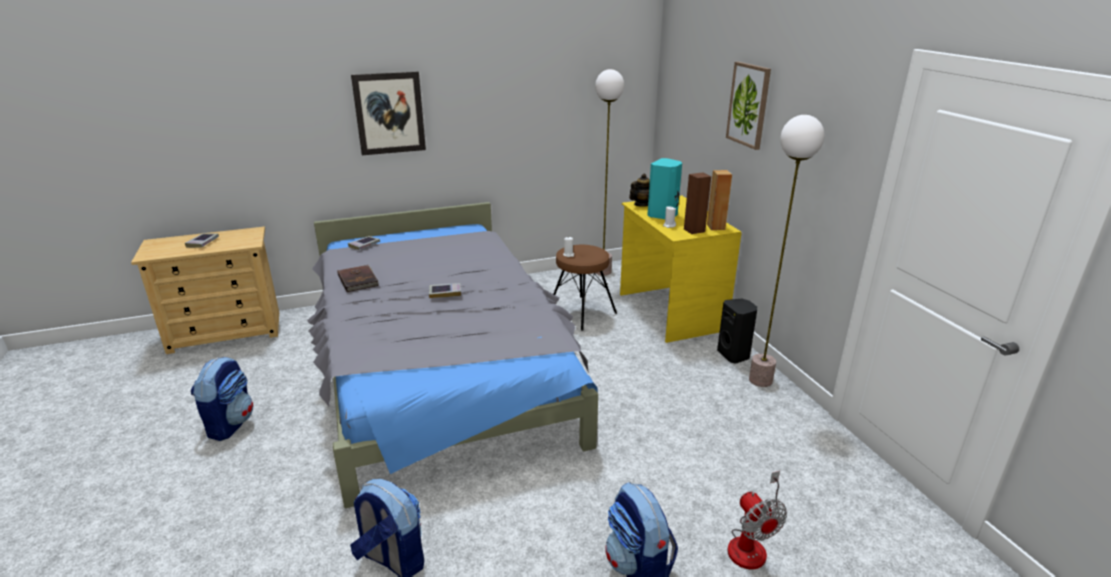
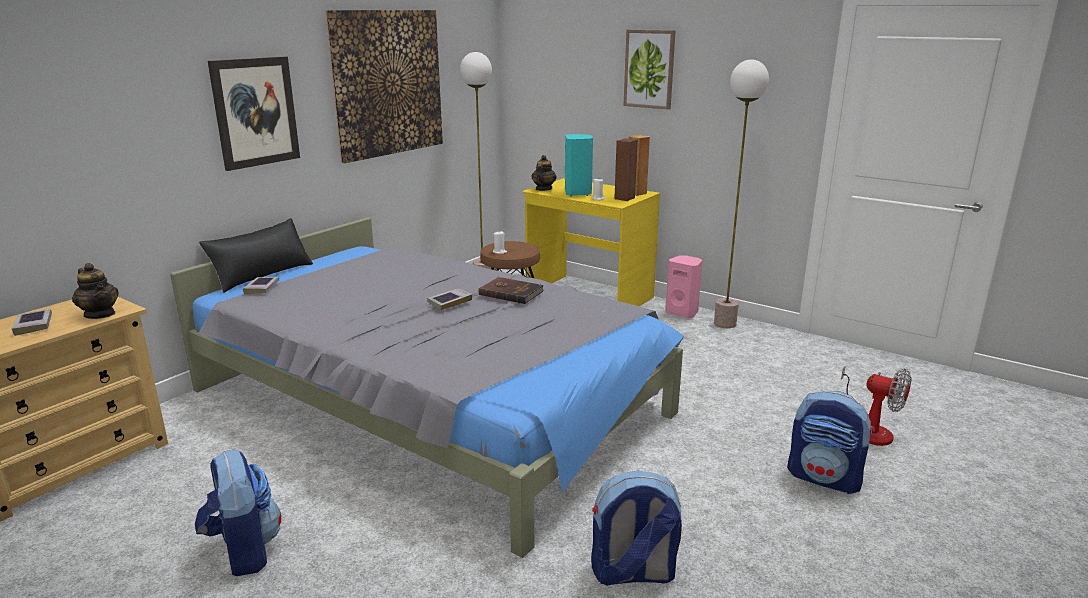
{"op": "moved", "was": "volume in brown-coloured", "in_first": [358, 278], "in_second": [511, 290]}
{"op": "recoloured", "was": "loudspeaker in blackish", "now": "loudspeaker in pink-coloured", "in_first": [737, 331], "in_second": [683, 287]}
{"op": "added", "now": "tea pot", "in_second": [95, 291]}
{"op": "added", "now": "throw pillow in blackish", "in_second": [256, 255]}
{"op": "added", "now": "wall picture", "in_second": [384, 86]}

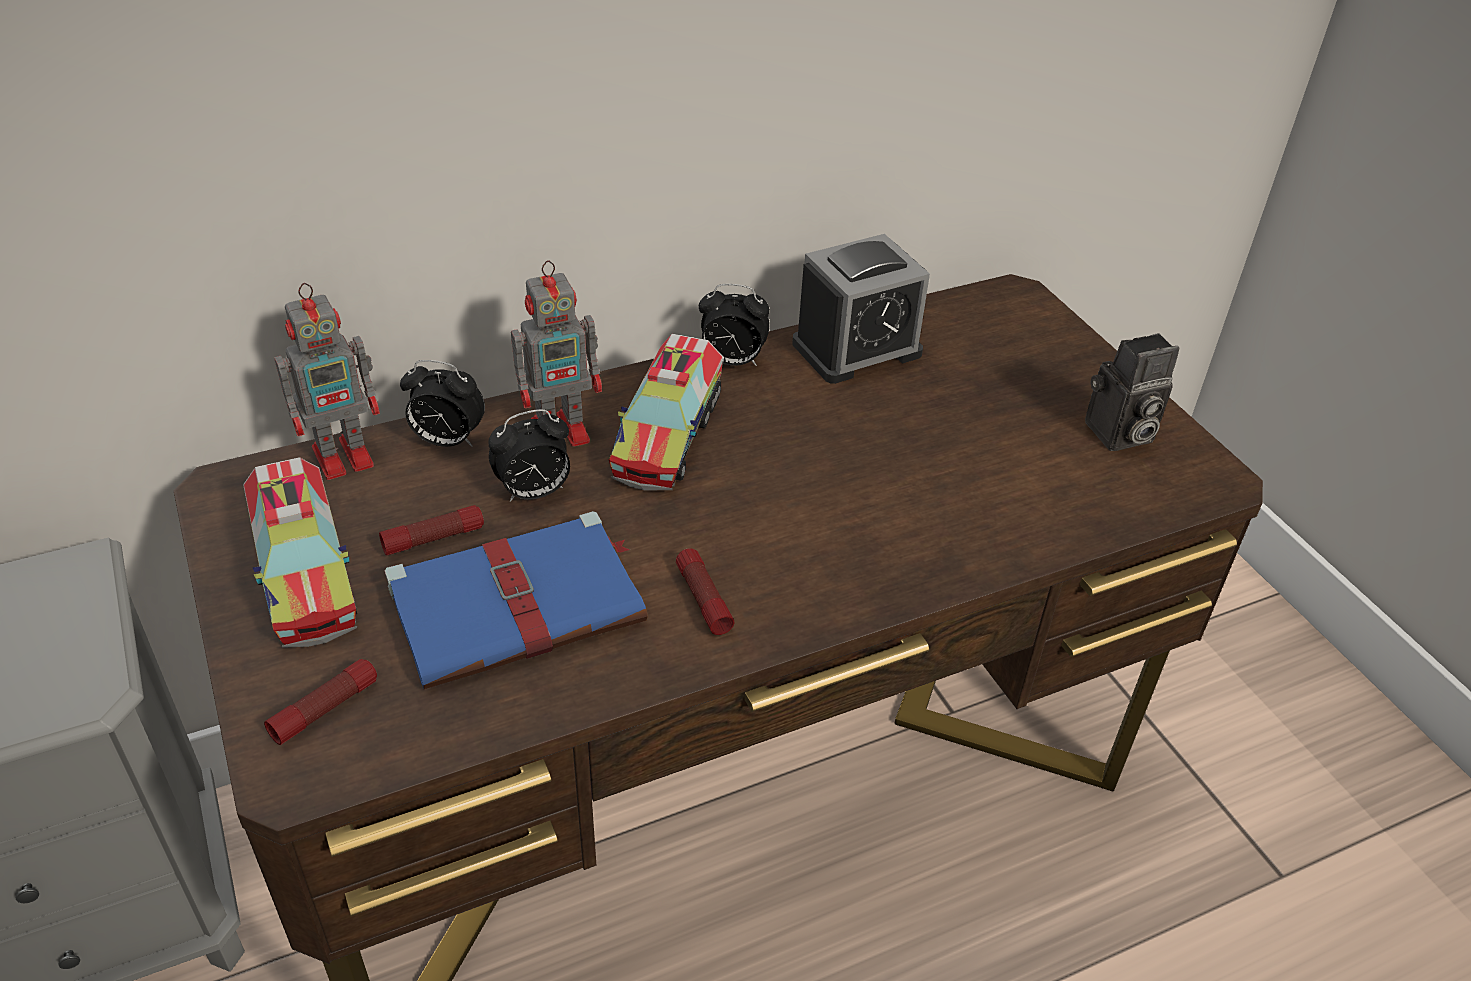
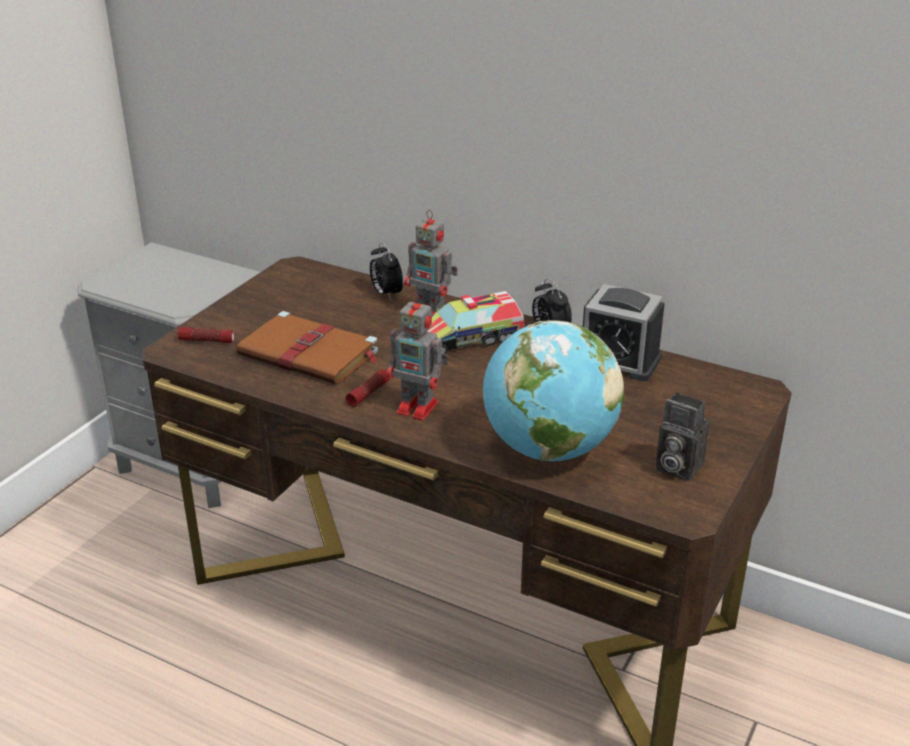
{"op": "removed", "was": "toy truck", "in_first": [300, 552]}
{"op": "moved", "was": "toy robot", "in_first": [327, 381], "in_second": [418, 357]}
{"op": "removed", "was": "flashlight", "in_first": [431, 530]}
{"op": "recoloured", "was": "volume in blue", "now": "volume in brown-coloured", "in_first": [516, 600], "in_second": [308, 347]}
{"op": "removed", "was": "alarm clock", "in_first": [529, 455]}
{"op": "added", "now": "desk globe", "in_second": [553, 390]}

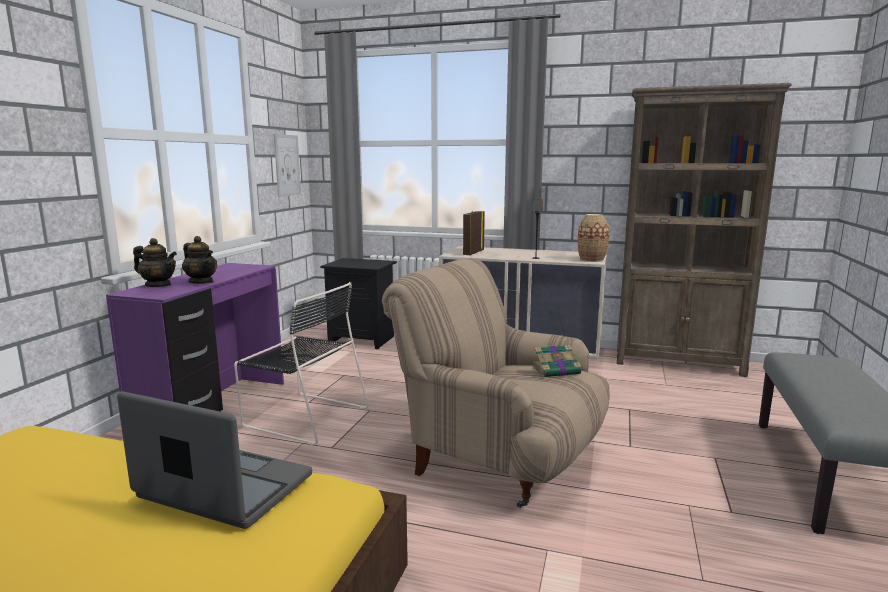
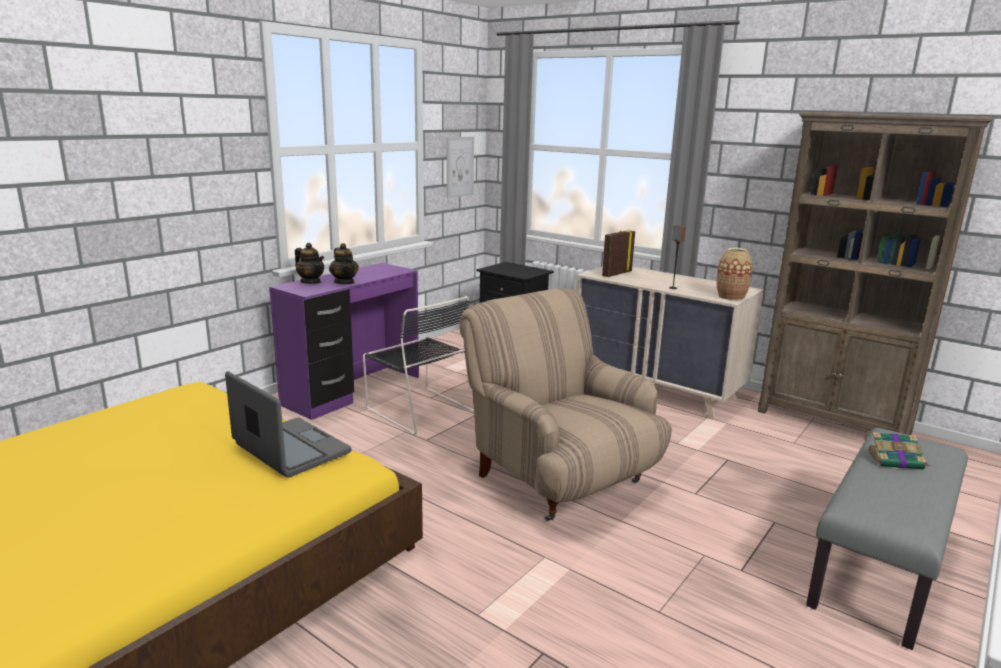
{"op": "moved", "was": "volume", "in_first": [558, 361], "in_second": [898, 451]}

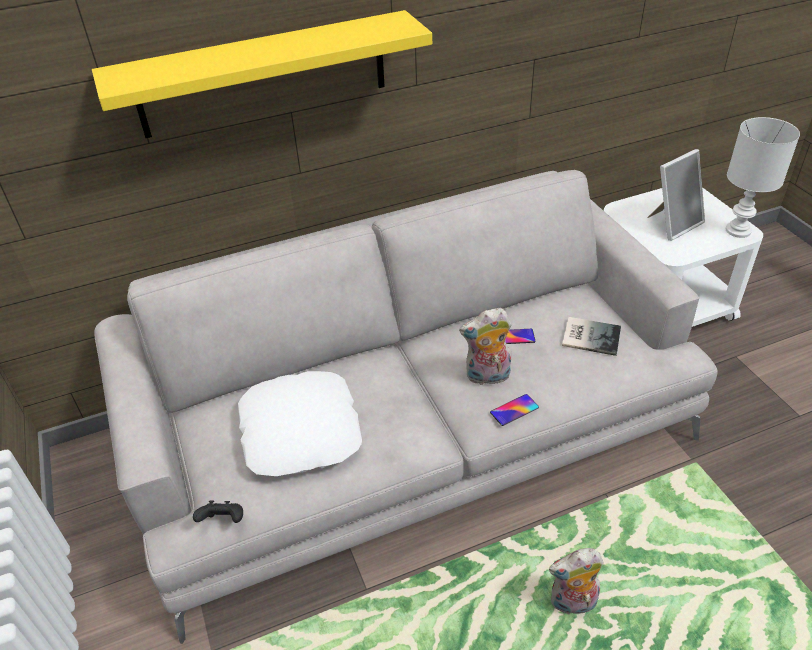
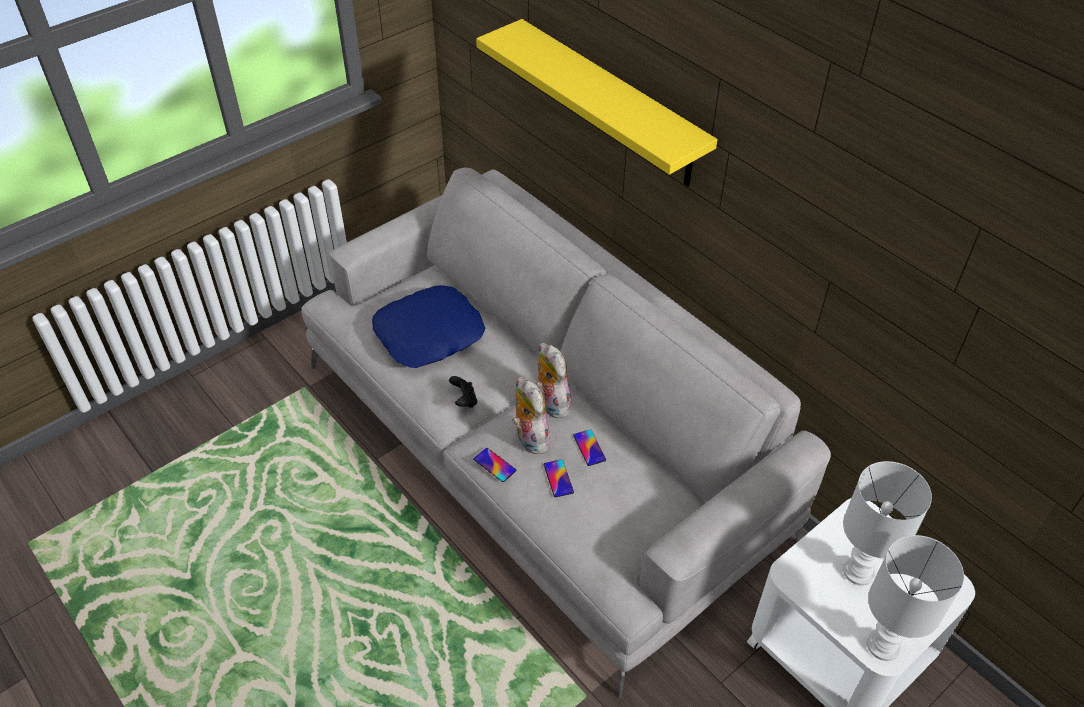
{"op": "moved", "was": "game controller in blackish", "in_first": [218, 512], "in_second": [463, 392]}
{"op": "recoloured", "was": "throw pillow in white-coloured", "now": "throw pillow in blue", "in_first": [300, 423], "in_second": [429, 326]}
{"op": "moved", "was": "cuddly toy", "in_first": [576, 581], "in_second": [553, 380]}
{"op": "removed", "was": "volume", "in_first": [591, 336]}
{"op": "replaced", "was": "standing frame", "now": "tabletop lamp in white-coloured", "in_first": [676, 195], "in_second": [887, 523]}
{"op": "added", "now": "telephone", "in_second": [559, 478]}

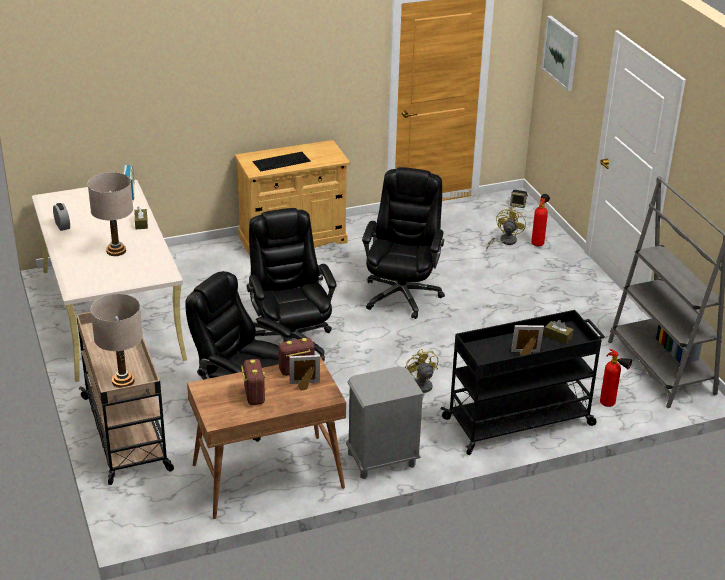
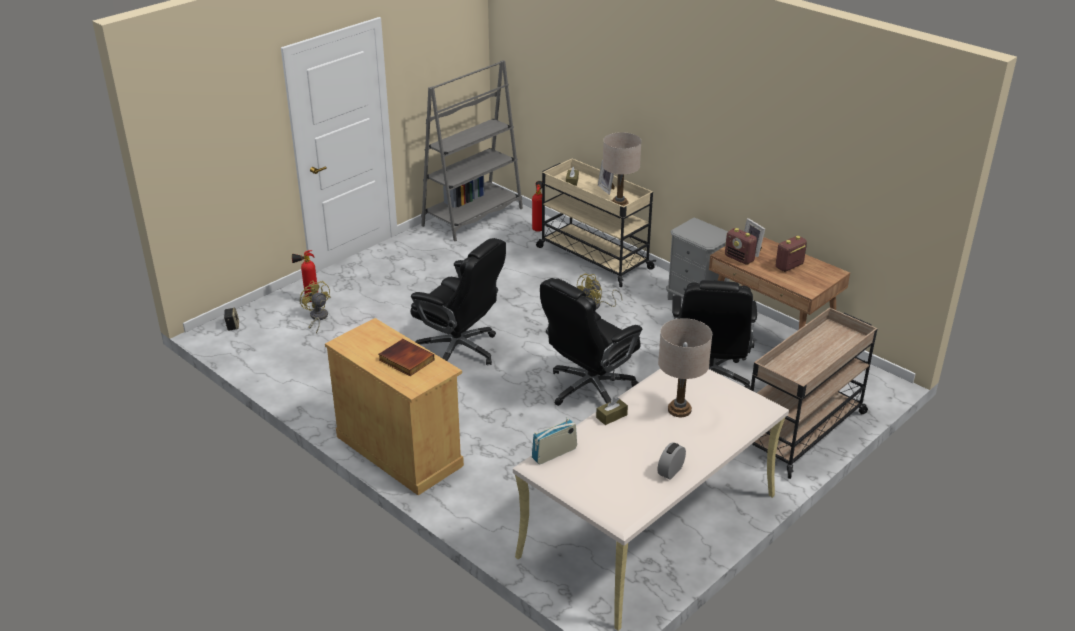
{"op": "moved", "was": "tabletop lamp in sand-coloured", "in_first": [117, 341], "in_second": [622, 169]}
{"op": "replaced", "was": "keyboard", "now": "volume", "in_first": [281, 161], "in_second": [406, 357]}
{"op": "turned", "was": "computer chair in blackish", "in_first": [403, 243], "in_second": [458, 301], "clockwise": -135}
{"op": "recoloured", "was": "wheeled cart in blackish", "now": "wheeled cart in sand-coloured", "in_first": [523, 382], "in_second": [596, 222]}
{"op": "turned", "was": "cooling fan in yellow-coloured", "in_first": [506, 228], "in_second": [315, 307], "clockwise": 60}
{"op": "removed", "was": "wall picture", "in_first": [560, 53]}

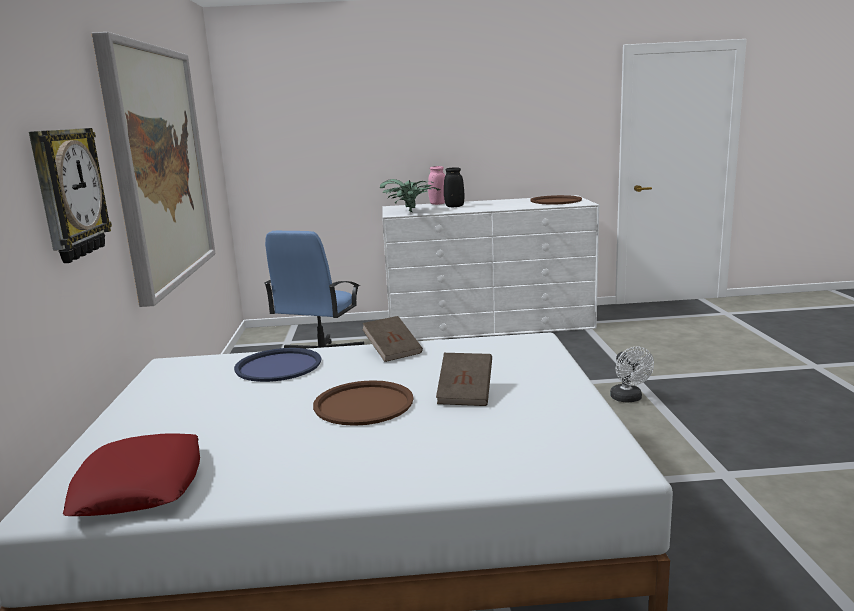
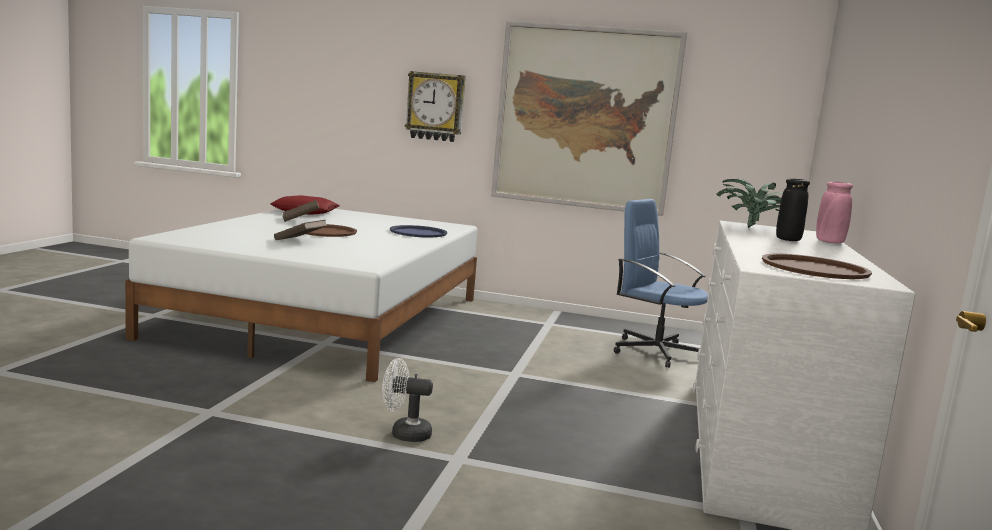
{"op": "moved", "was": "volume in brown-coloured", "in_first": [392, 339], "in_second": [301, 211]}

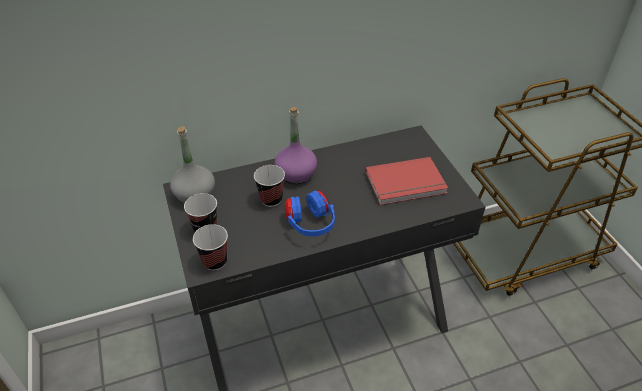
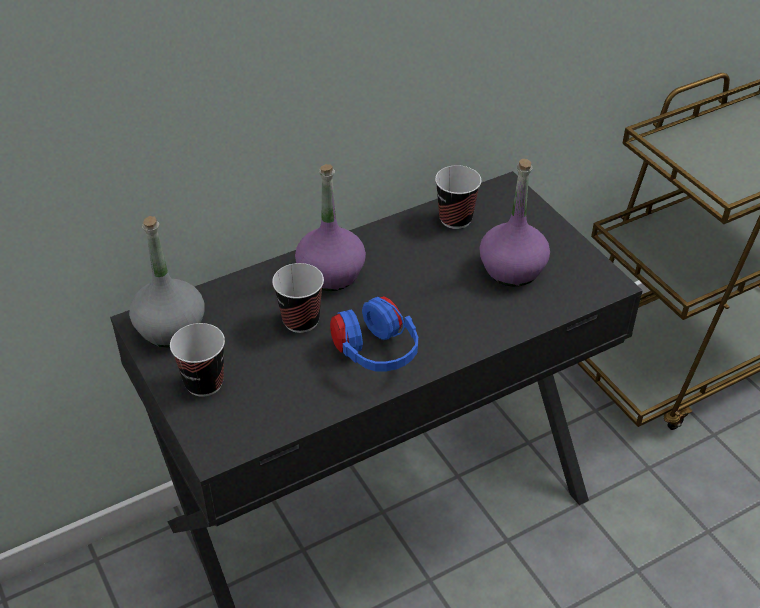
{"op": "moved", "was": "drinking cup", "in_first": [210, 247], "in_second": [458, 197]}
{"op": "replaced", "was": "volume in red", "now": "bottle in purple-coloured", "in_first": [406, 181], "in_second": [514, 222]}

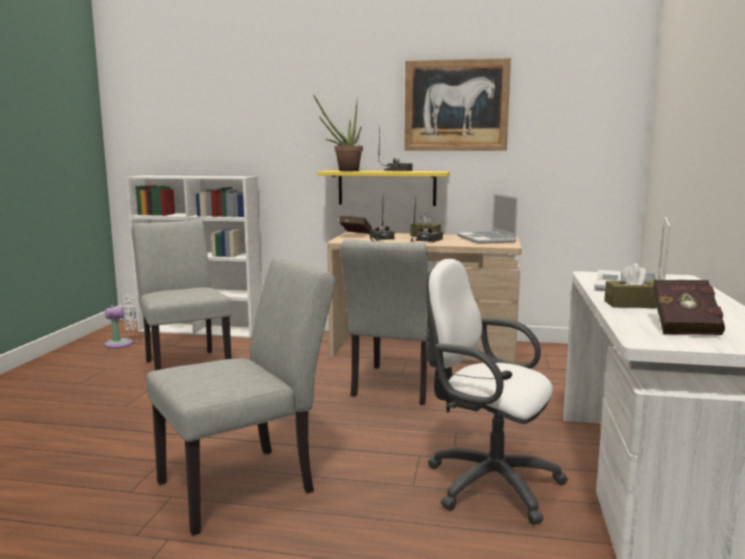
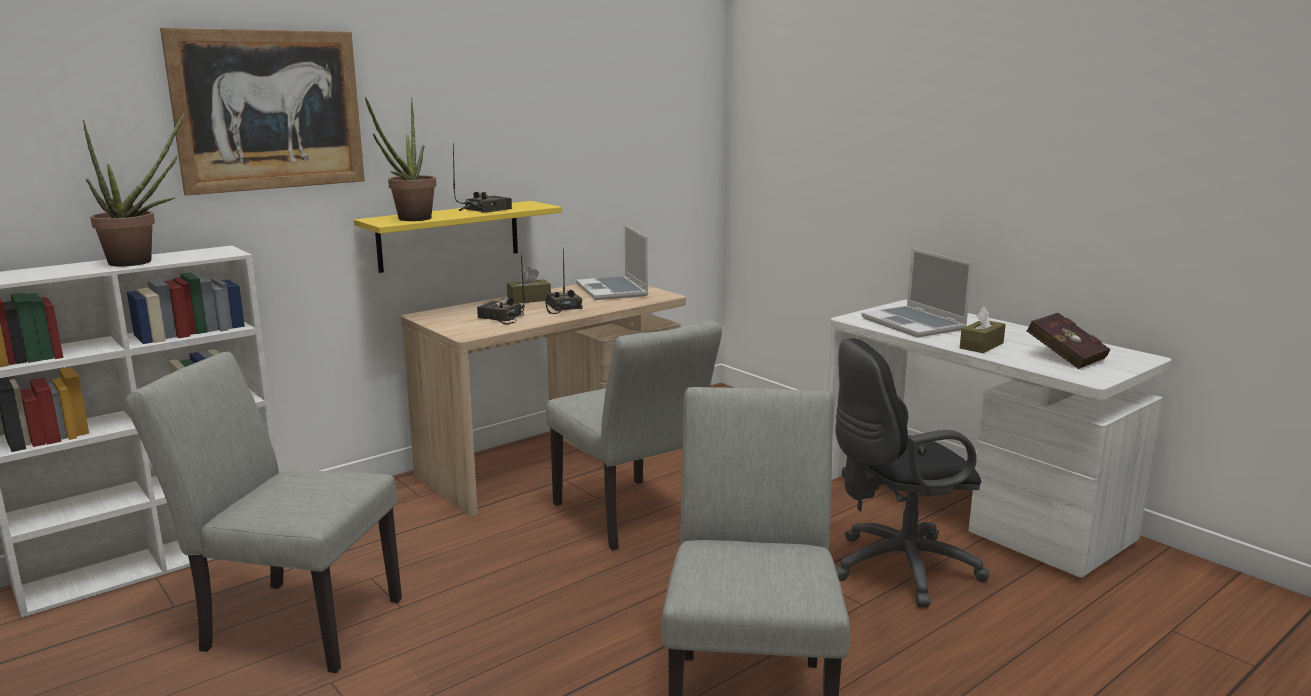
{"op": "removed", "was": "cooling fan in white-coloured", "in_first": [120, 321]}
{"op": "removed", "was": "volume in red", "in_first": [355, 225]}
{"op": "moved", "was": "wall picture", "in_first": [457, 104], "in_second": [262, 112]}
{"op": "recoloured", "was": "computer chair in white-coloured", "now": "computer chair in blackish", "in_first": [497, 392], "in_second": [912, 472]}
{"op": "turned", "was": "portable computer", "in_first": [487, 219], "in_second": [612, 262], "clockwise": 45}
{"op": "added", "now": "potted plant", "in_second": [134, 190]}

